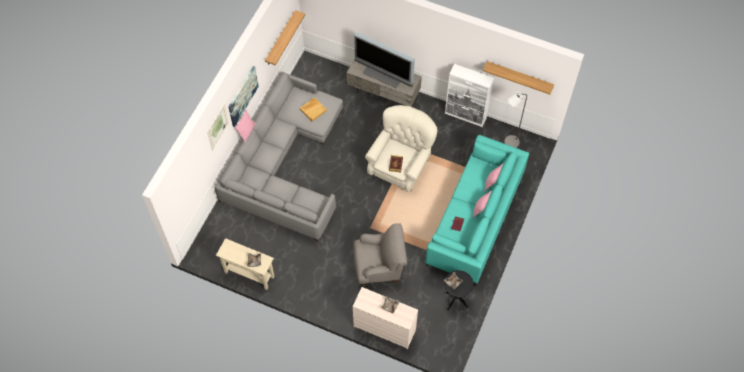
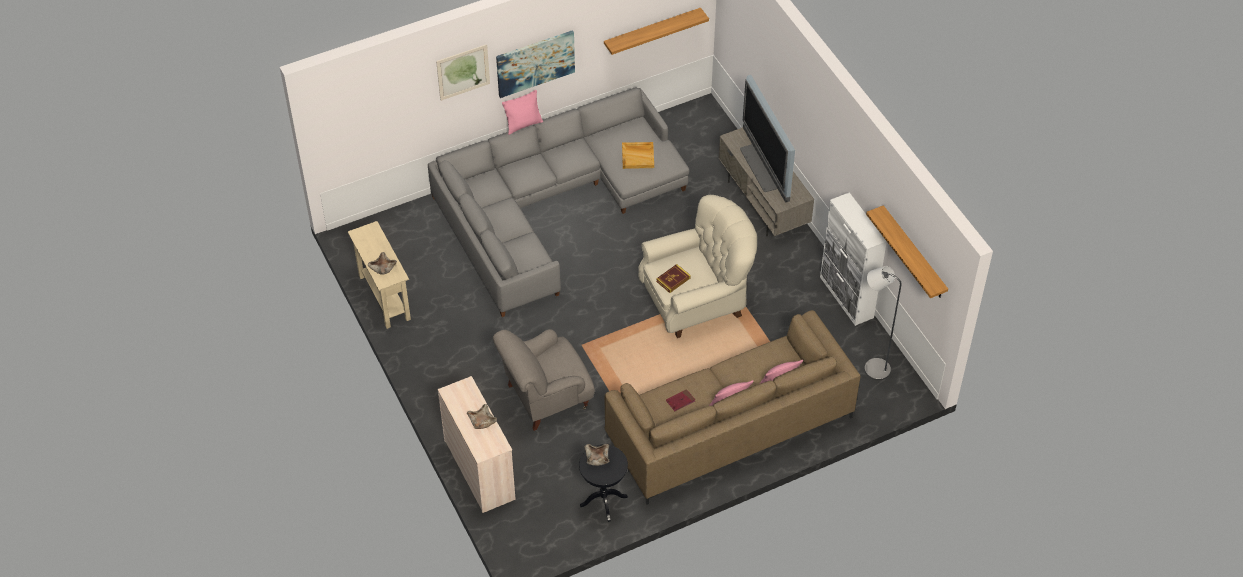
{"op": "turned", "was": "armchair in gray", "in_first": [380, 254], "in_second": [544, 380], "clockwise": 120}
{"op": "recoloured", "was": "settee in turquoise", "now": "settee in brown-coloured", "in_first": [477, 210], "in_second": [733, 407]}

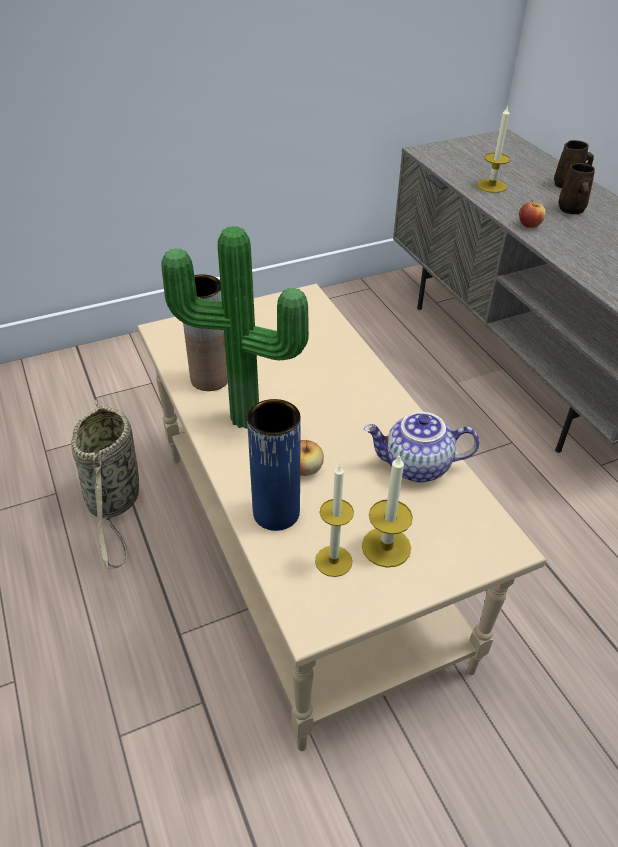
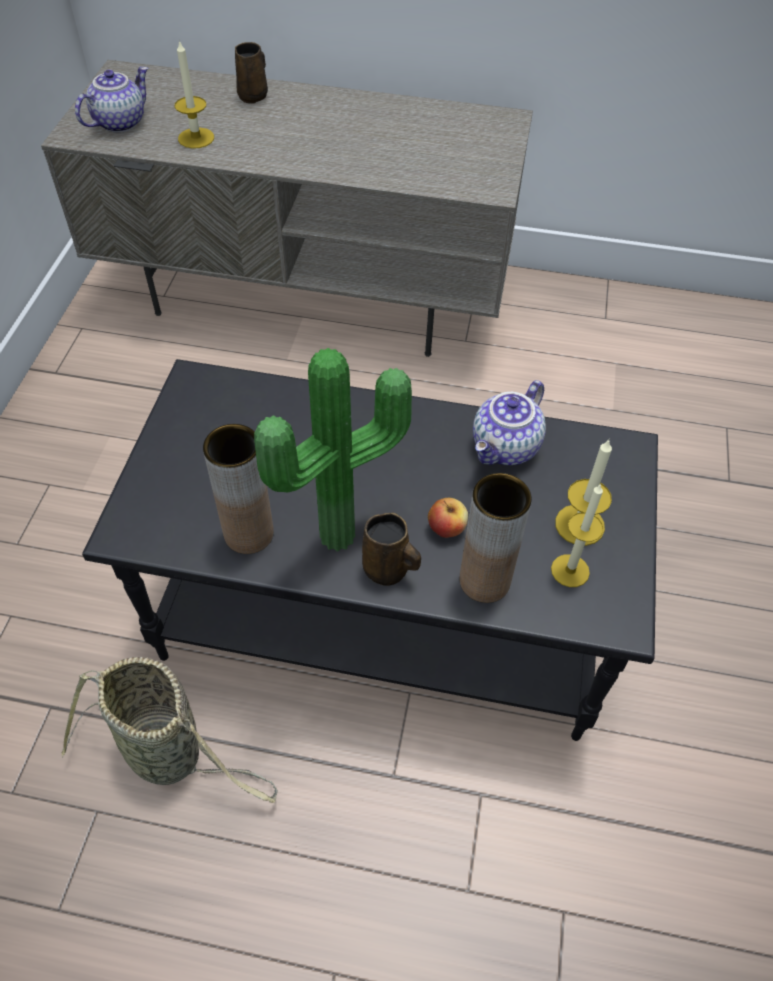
{"op": "recoloured", "was": "low table in sand-coloured", "now": "low table in blackish", "in_first": [342, 517], "in_second": [370, 550]}
{"op": "recoloured", "was": "flower vase in blue", "now": "flower vase in brown-coloured", "in_first": [274, 465], "in_second": [495, 538]}
{"op": "removed", "was": "apple fruit", "in_first": [532, 214]}
{"op": "moved", "was": "coffee mug in brown-coloured", "in_first": [577, 188], "in_second": [391, 549]}
{"op": "added", "now": "tea pot", "in_second": [112, 100]}

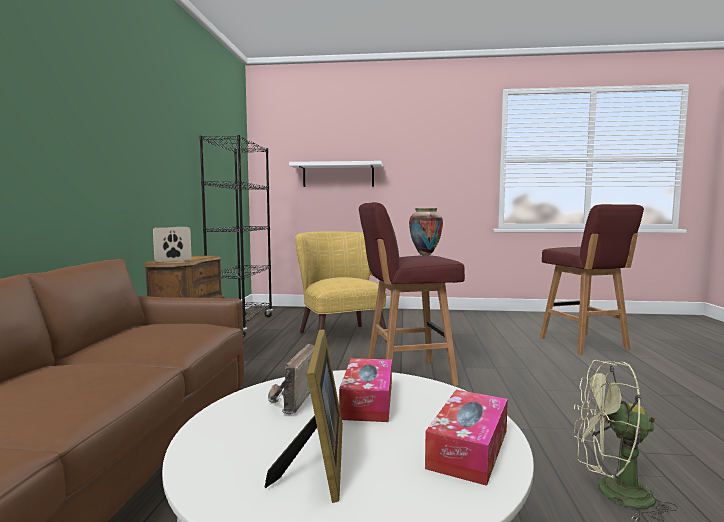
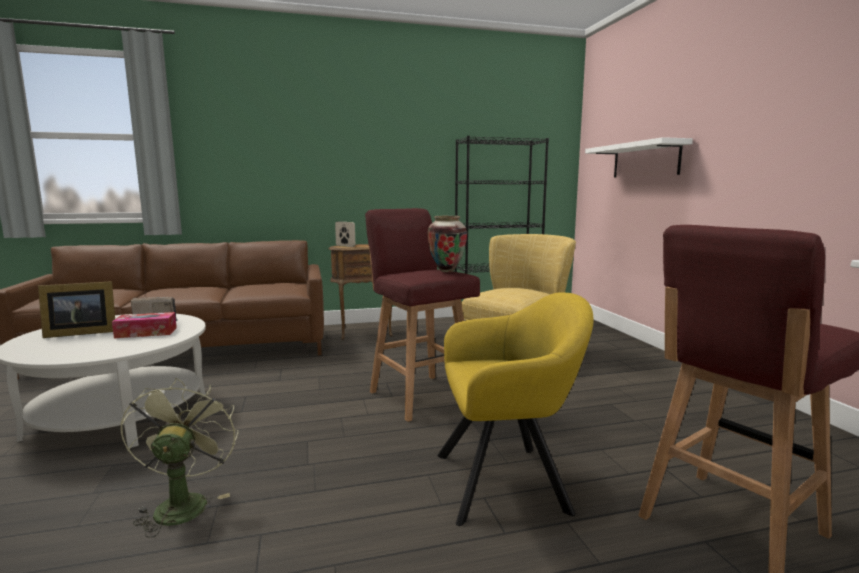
{"op": "removed", "was": "tissue box", "in_first": [466, 438]}
{"op": "added", "now": "armchair in yellow-coloured", "in_second": [515, 409]}

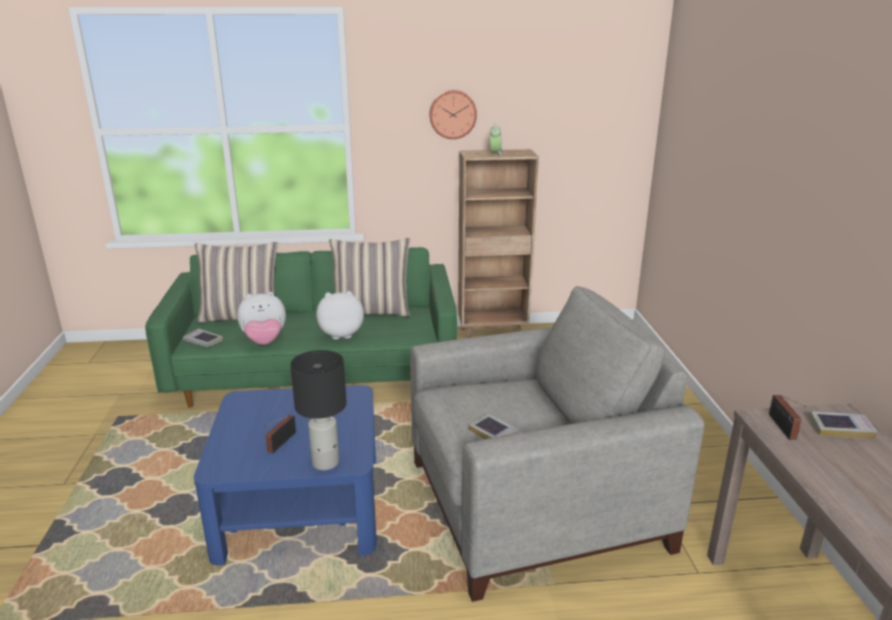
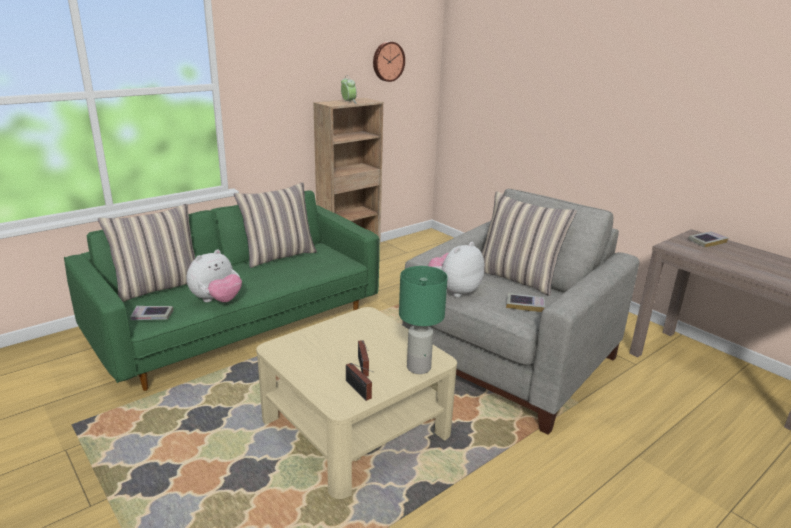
{"op": "recoloured", "was": "low table in blue", "now": "low table in sand-coloured", "in_first": [285, 475], "in_second": [356, 403]}
{"op": "recoloured", "was": "tabletop lamp in blackish", "now": "tabletop lamp in green-coloured", "in_first": [318, 410], "in_second": [423, 320]}
{"op": "moved", "was": "cuddly toy", "in_first": [340, 315], "in_second": [456, 269]}
{"op": "moved", "was": "hanging clock", "in_first": [453, 114], "in_second": [389, 61]}
{"op": "moved", "was": "radio set", "in_first": [788, 417], "in_second": [360, 382]}
{"op": "added", "now": "throw pillow", "in_second": [529, 243]}

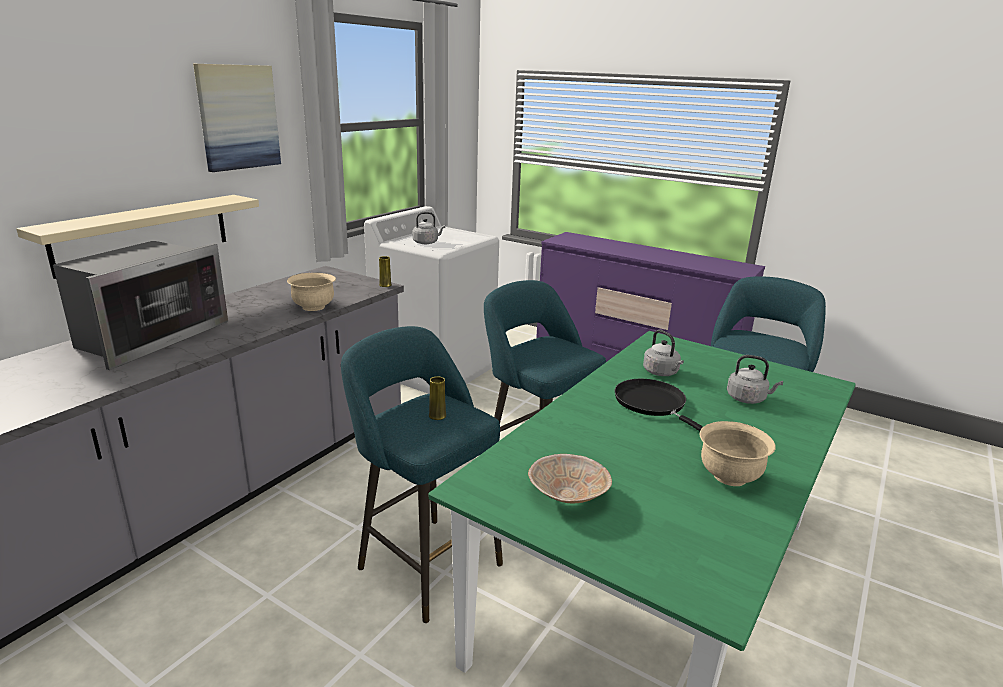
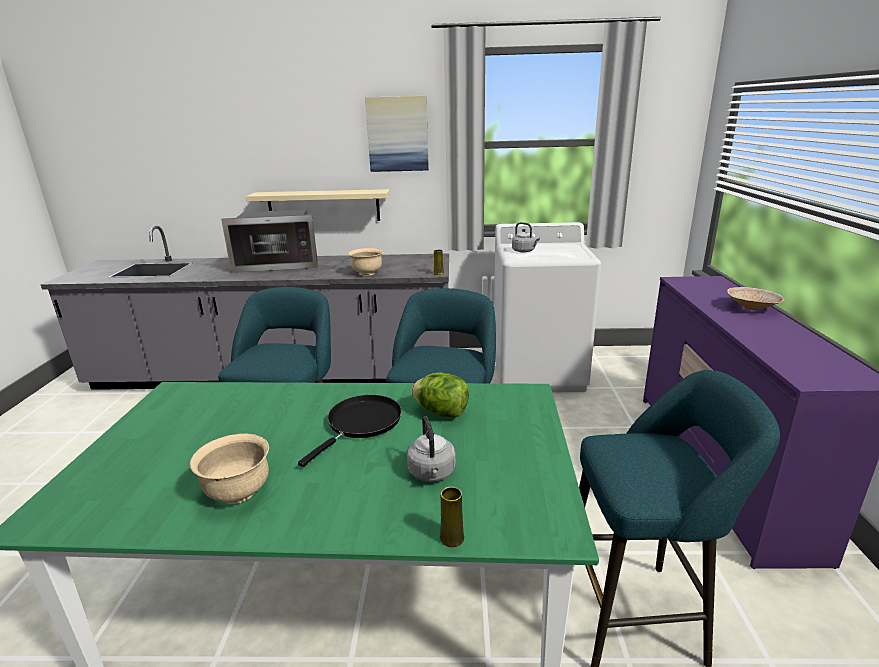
{"op": "moved", "was": "flower vase in yellow-coloured", "in_first": [437, 398], "in_second": [452, 516]}
{"op": "moved", "was": "bowl in sand-coloured", "in_first": [570, 478], "in_second": [756, 298]}
{"op": "replaced", "was": "tea kettle in gray", "now": "lettuce", "in_first": [663, 353], "in_second": [440, 394]}

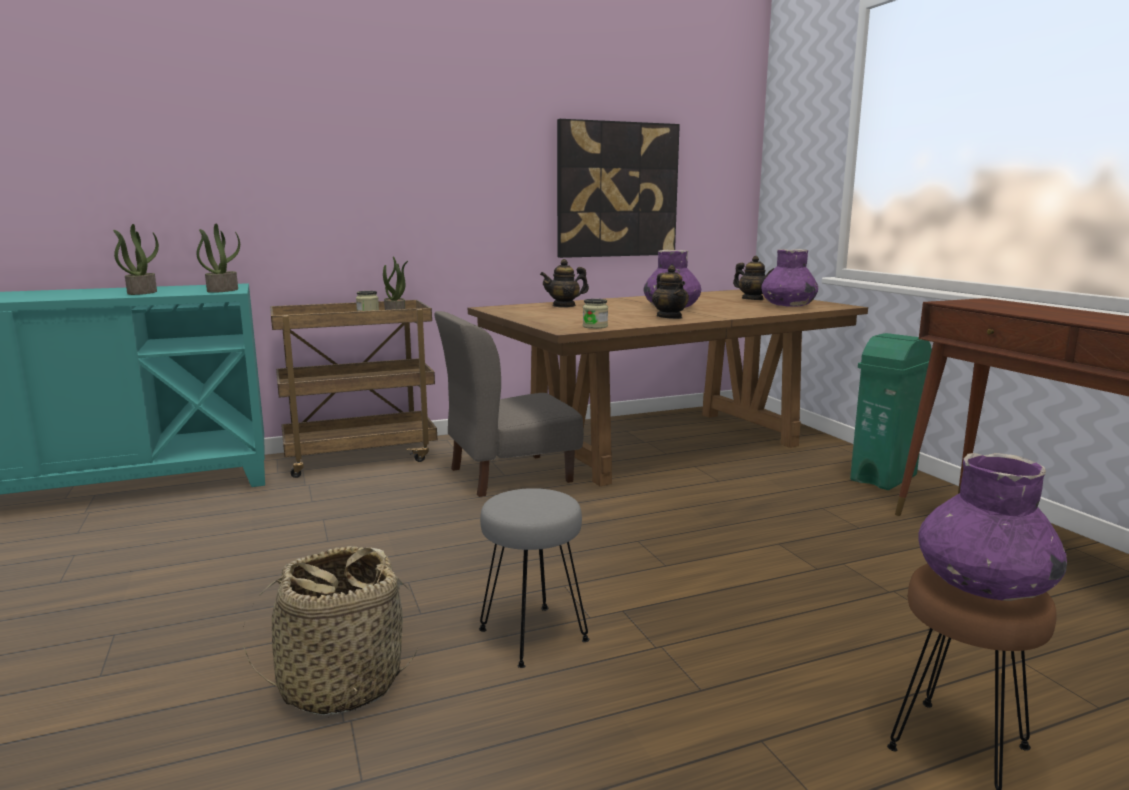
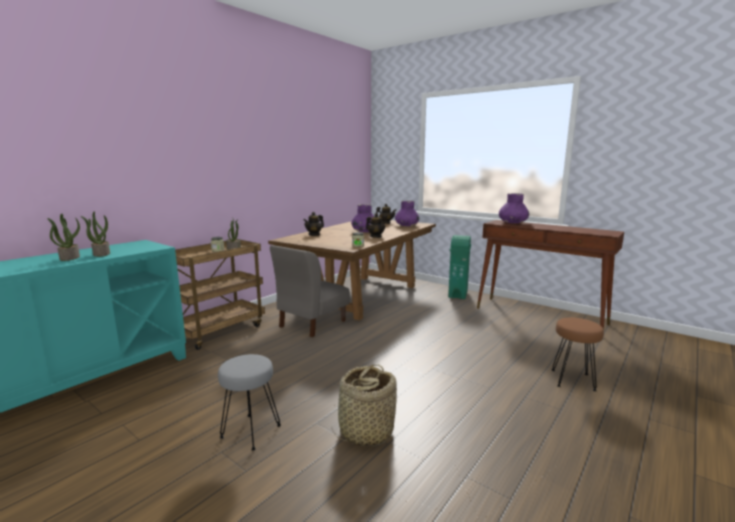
{"op": "moved", "was": "potted plant", "in_first": [218, 258], "in_second": [63, 237]}
{"op": "moved", "was": "stool seat in gray", "in_first": [534, 578], "in_second": [249, 402]}
{"op": "removed", "was": "wall picture", "in_first": [618, 188]}
{"op": "moved", "was": "flower vase in purple-coloured", "in_first": [992, 527], "in_second": [514, 208]}

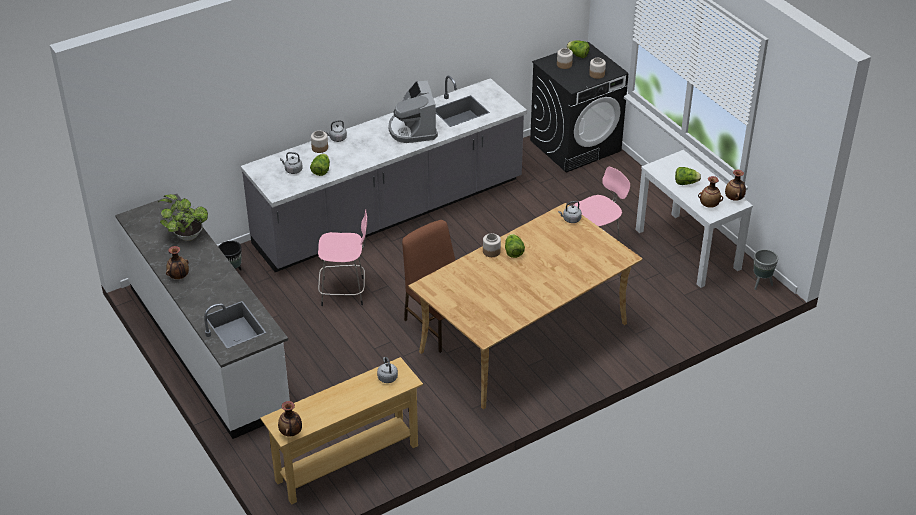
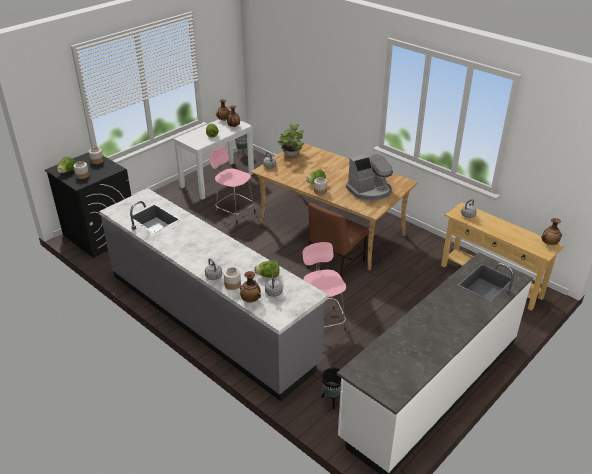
{"op": "moved", "was": "potted plant", "in_first": [183, 217], "in_second": [291, 140]}
{"op": "moved", "was": "flower vase", "in_first": [177, 262], "in_second": [250, 287]}
{"op": "moved", "was": "coffee brewer", "in_first": [413, 112], "in_second": [369, 176]}

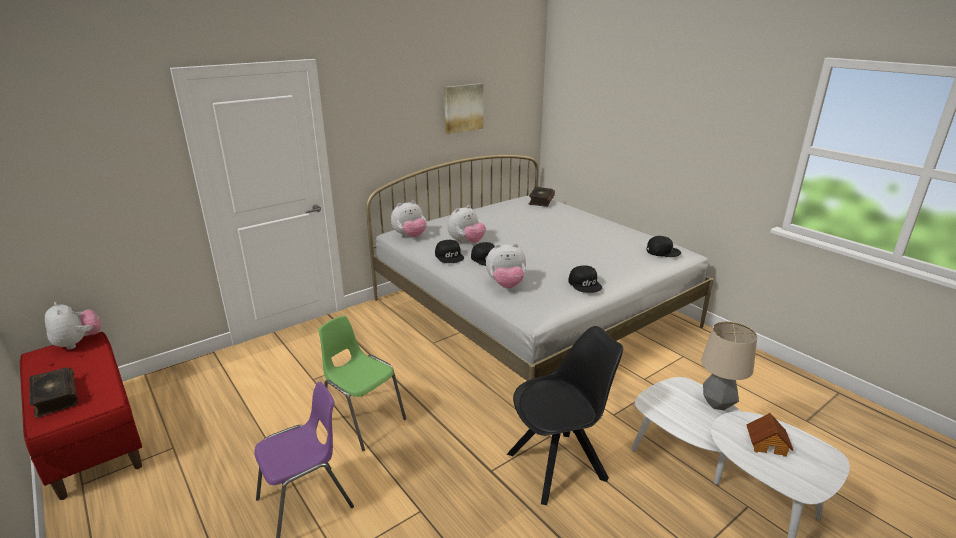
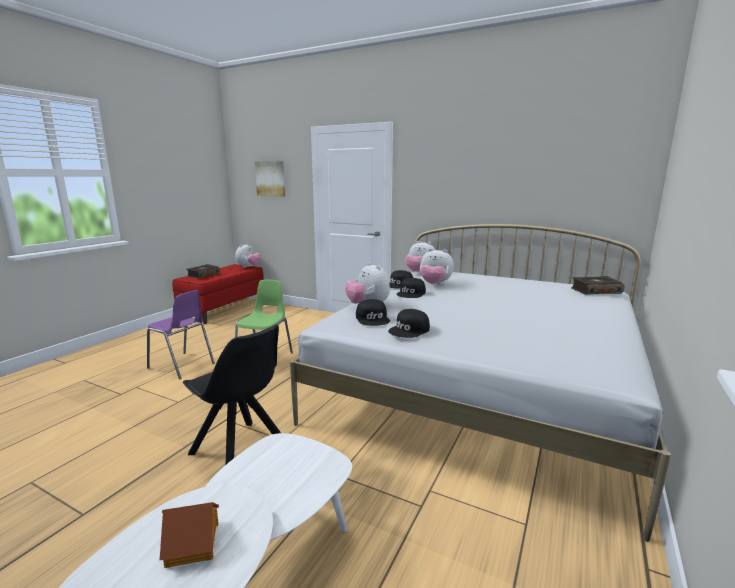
{"op": "moved", "was": "wall picture", "in_first": [463, 108], "in_second": [270, 179]}
{"op": "moved", "was": "baseball cap in blackish", "in_first": [664, 246], "in_second": [373, 312]}
{"op": "removed", "was": "tabletop lamp", "in_first": [729, 365]}

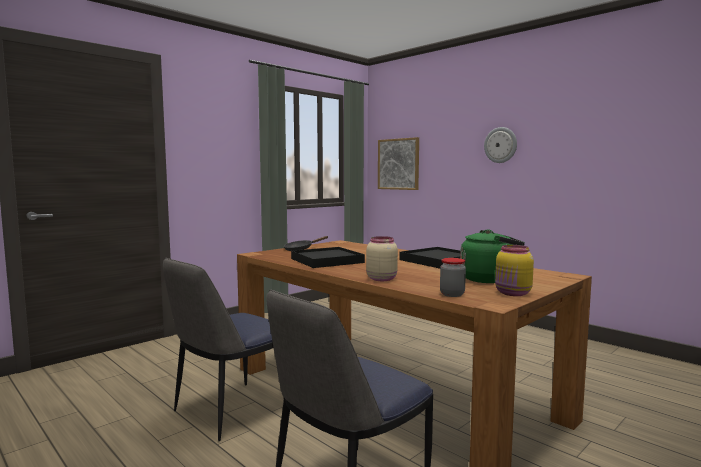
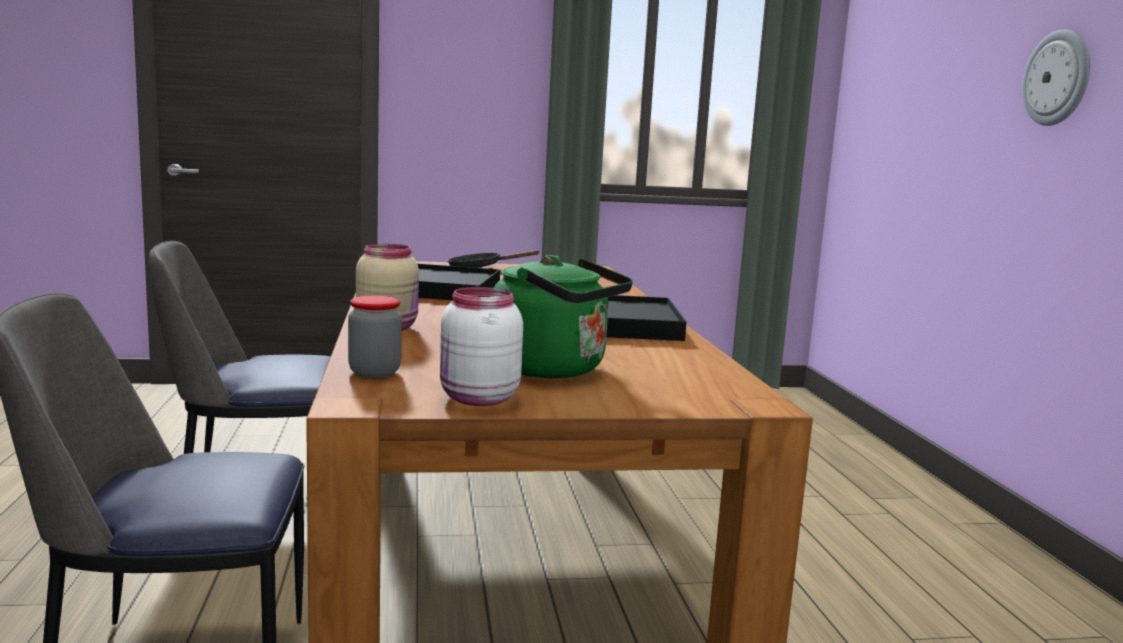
{"op": "removed", "was": "wall picture", "in_first": [398, 163]}
{"op": "recoloured", "was": "preserve jar in yellow-coloured", "now": "preserve jar in white-coloured", "in_first": [514, 270], "in_second": [481, 346]}

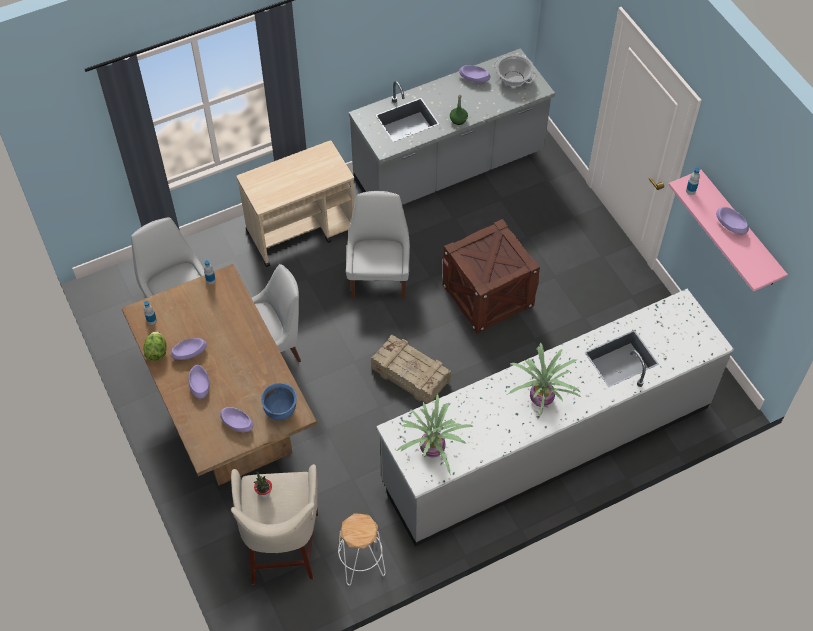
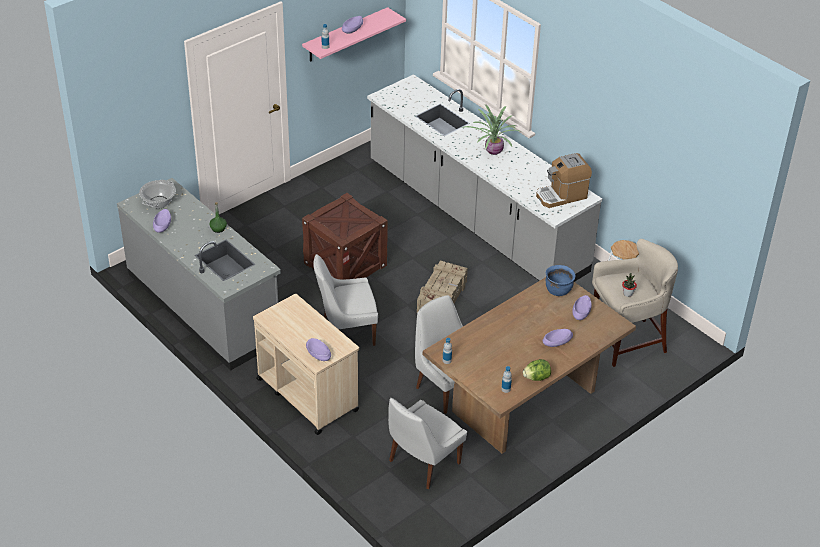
{"op": "moved", "was": "bowl in purple-coloured", "in_first": [189, 349], "in_second": [318, 349]}
{"op": "replaced", "was": "potted plant", "now": "coffee brewer", "in_first": [435, 434], "in_second": [564, 180]}

